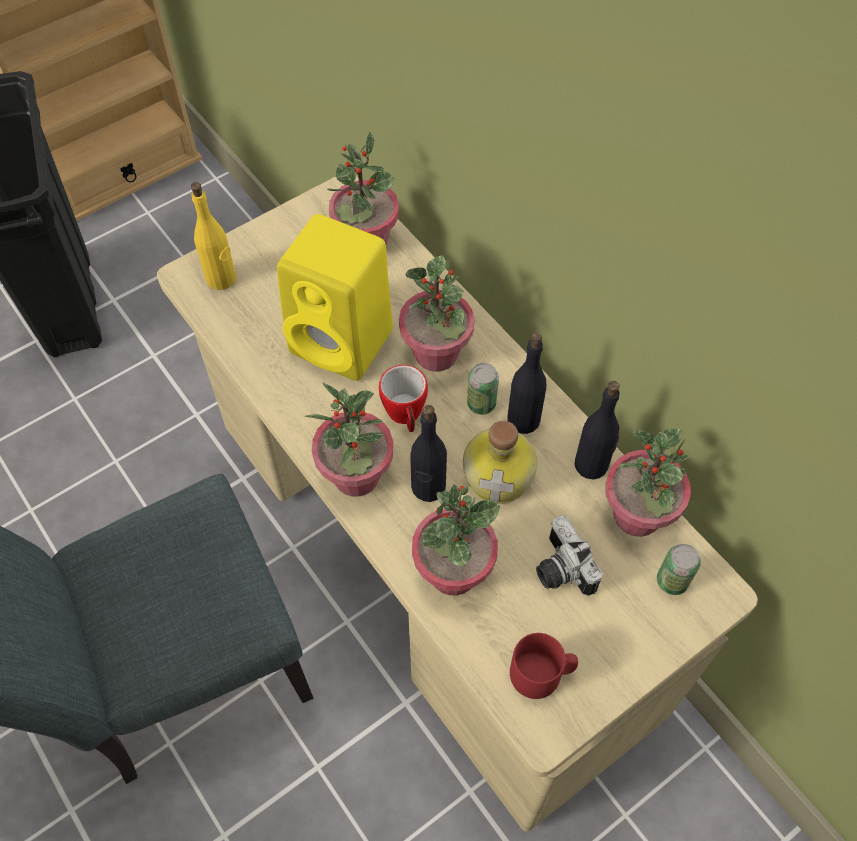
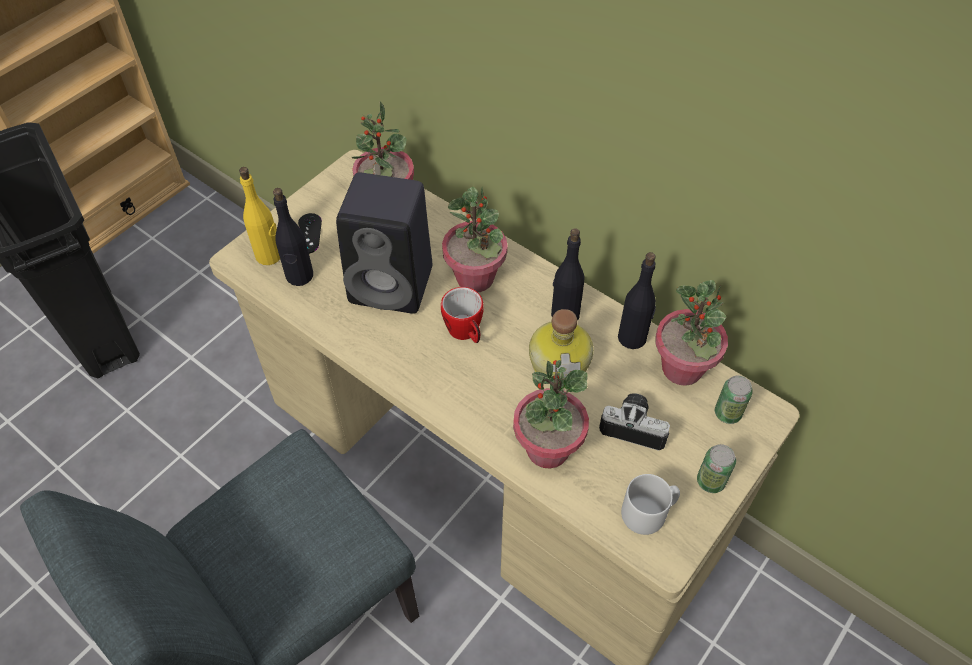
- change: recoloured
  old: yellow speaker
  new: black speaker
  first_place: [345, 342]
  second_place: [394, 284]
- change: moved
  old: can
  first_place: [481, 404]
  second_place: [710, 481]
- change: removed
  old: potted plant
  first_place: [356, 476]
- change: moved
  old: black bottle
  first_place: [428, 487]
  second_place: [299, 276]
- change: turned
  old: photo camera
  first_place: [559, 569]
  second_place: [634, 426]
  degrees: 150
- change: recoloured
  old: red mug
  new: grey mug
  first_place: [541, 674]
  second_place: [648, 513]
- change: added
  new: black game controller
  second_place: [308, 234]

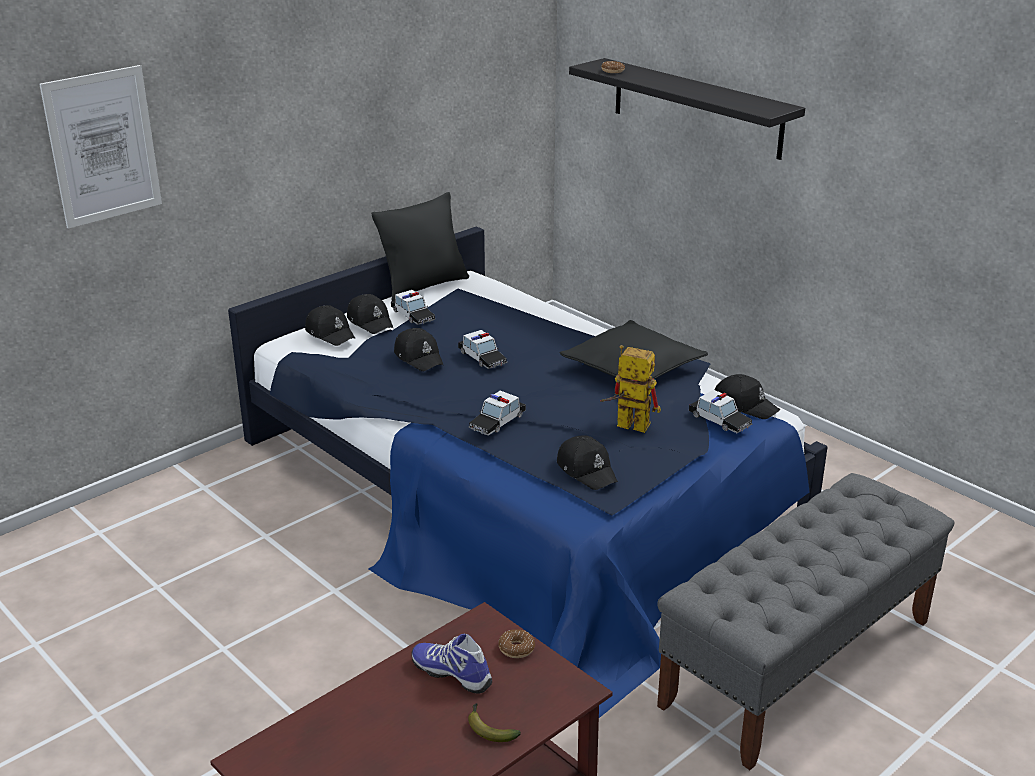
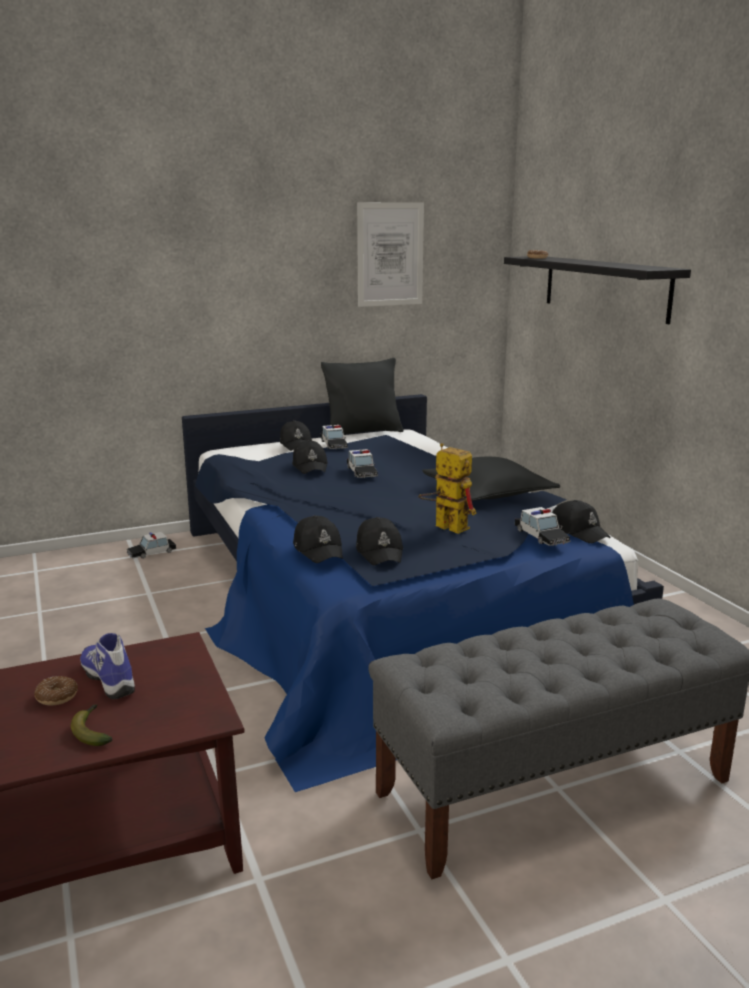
- change: moved
  old: picture
  first_place: [103, 146]
  second_place: [390, 254]
- change: moved
  old: black cap
  first_place: [330, 333]
  second_place: [319, 549]
- change: moved
  old: toy car
  first_place: [497, 422]
  second_place: [151, 553]
- change: moved
  old: donut
  first_place: [516, 648]
  second_place: [57, 697]

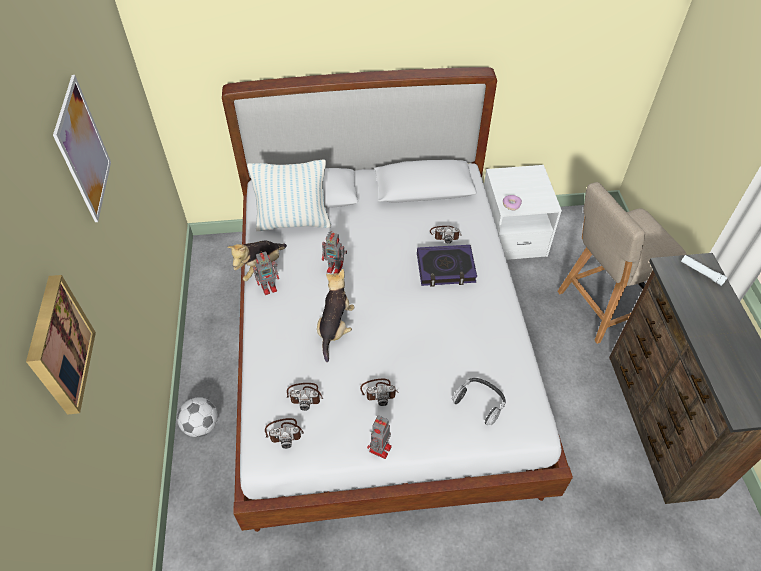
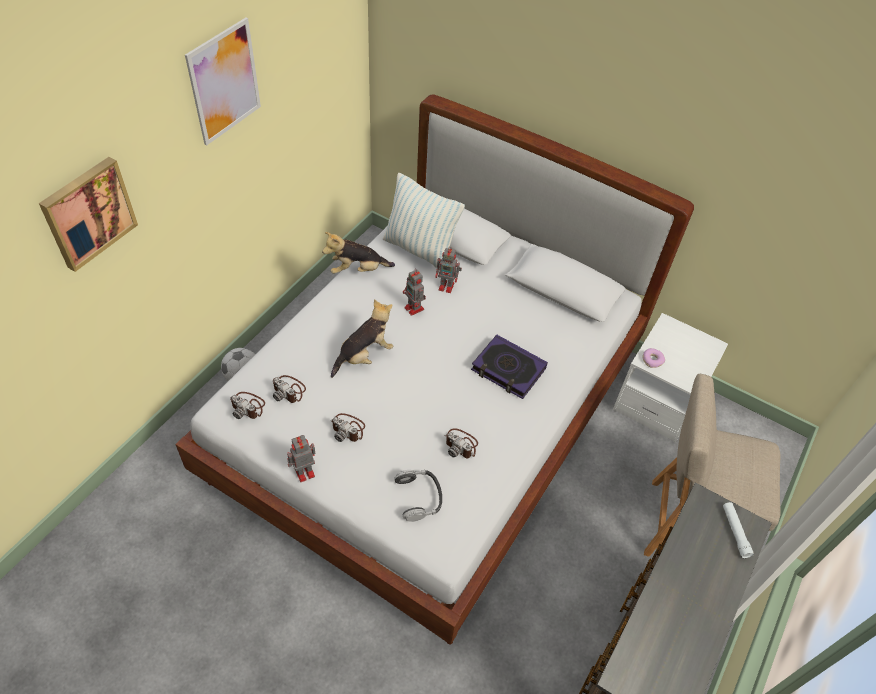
- change: moved
  old: photo camera
  first_place: [445, 234]
  second_place: [461, 445]
- change: moved
  old: toy robot
  first_place: [269, 287]
  second_place: [447, 286]

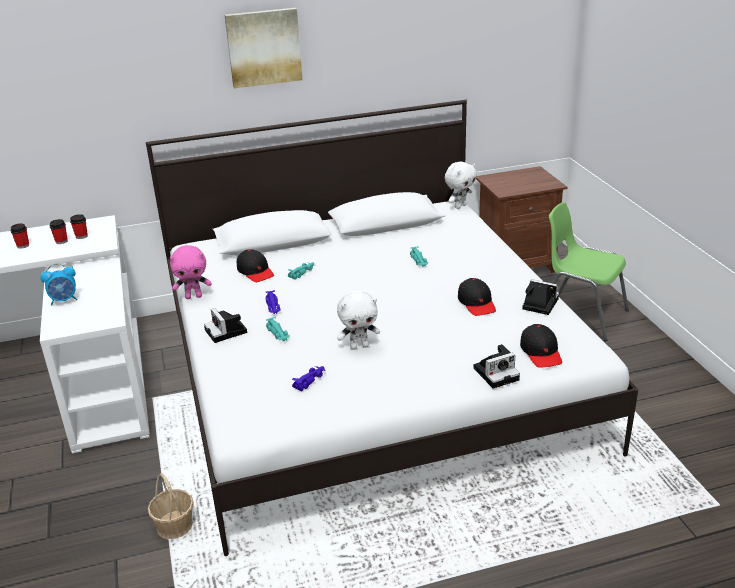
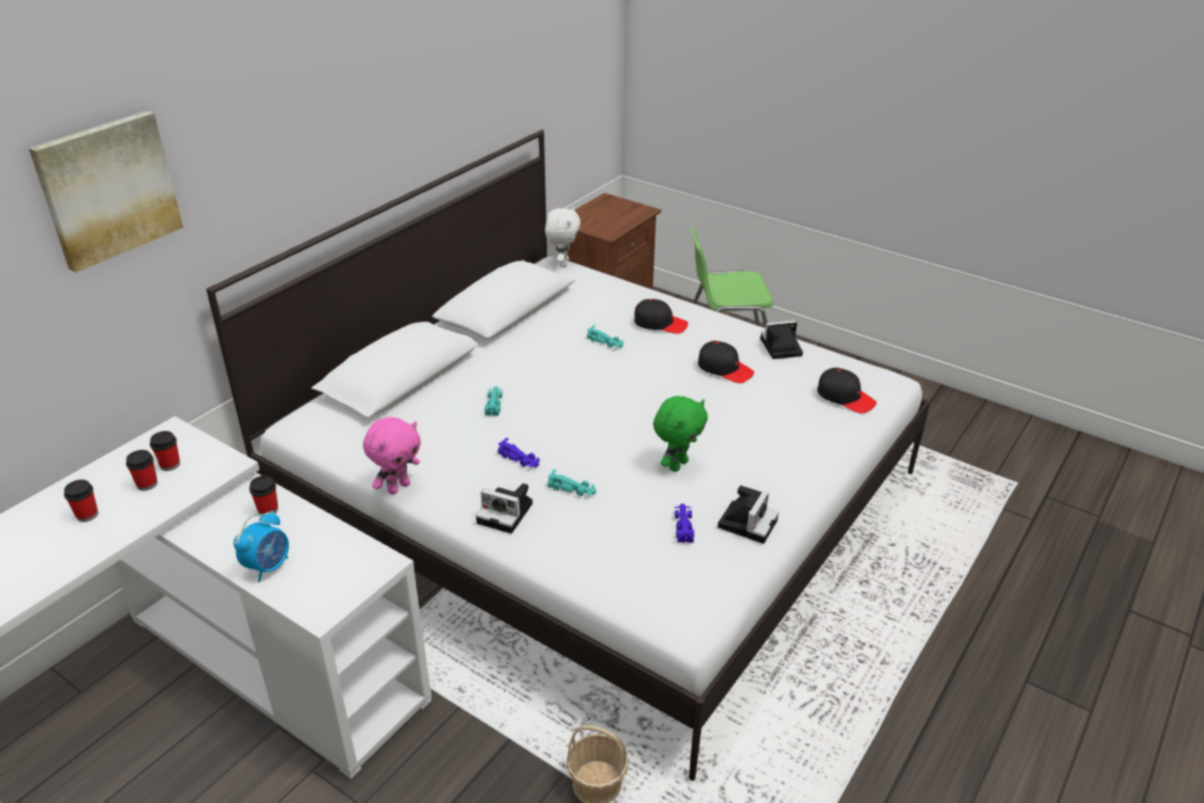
- change: moved
  old: picture
  first_place: [263, 47]
  second_place: [108, 189]
- change: moved
  old: black cap
  first_place: [255, 272]
  second_place: [660, 323]
- change: recoloured
  old: white plush toy
  new: green plush toy
  first_place: [359, 346]
  second_place: [677, 465]
- change: moved
  old: photo camera
  first_place: [497, 373]
  second_place: [747, 522]
- change: added
  new: cup
  second_place: [268, 510]

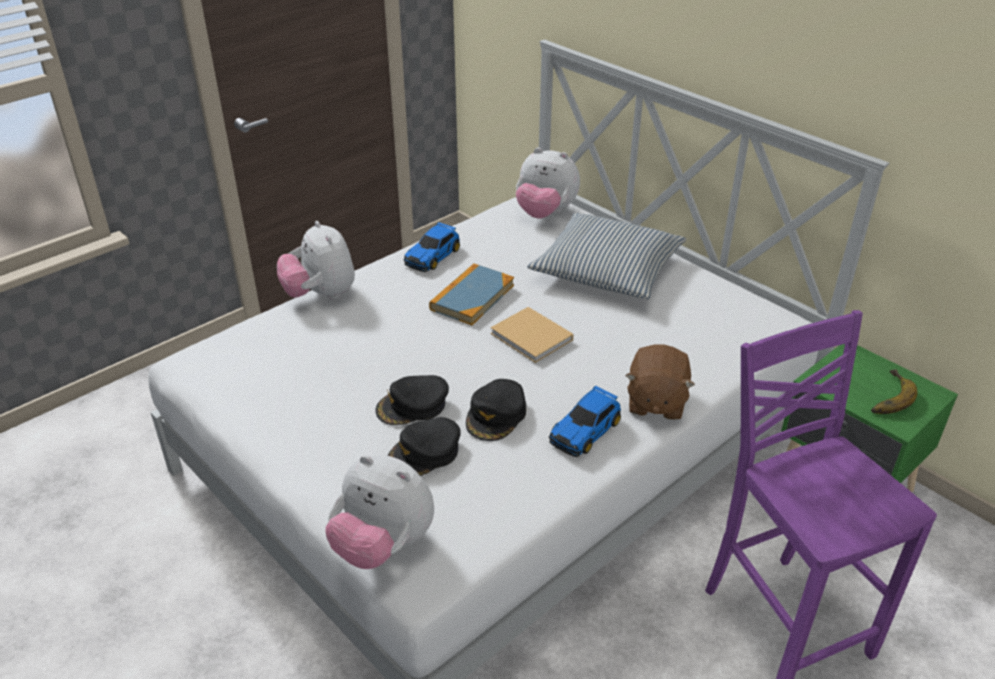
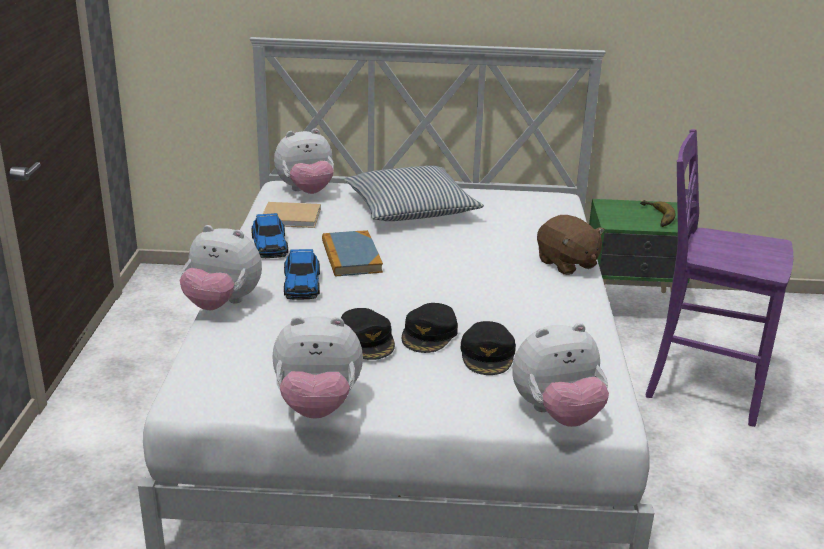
- change: moved
  old: beige book
  first_place: [533, 338]
  second_place: [293, 217]
- change: moved
  old: black cap
  first_place: [496, 415]
  second_place: [366, 340]
- change: moved
  old: toy car
  first_place: [586, 430]
  second_place: [302, 284]
- change: added
  new: plush toy
  second_place: [317, 406]

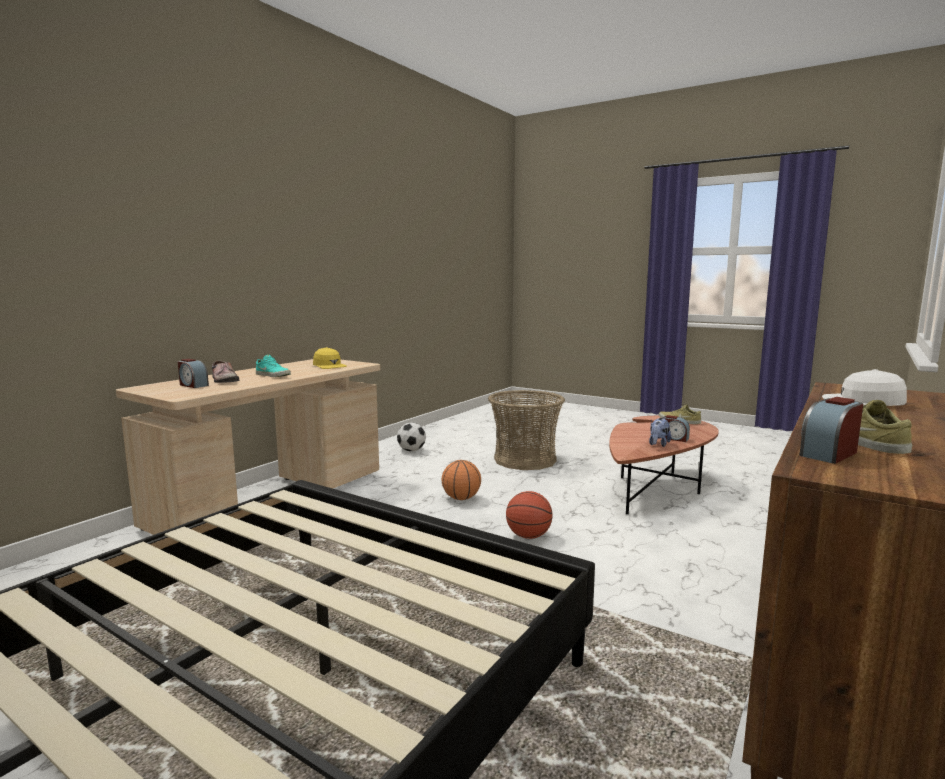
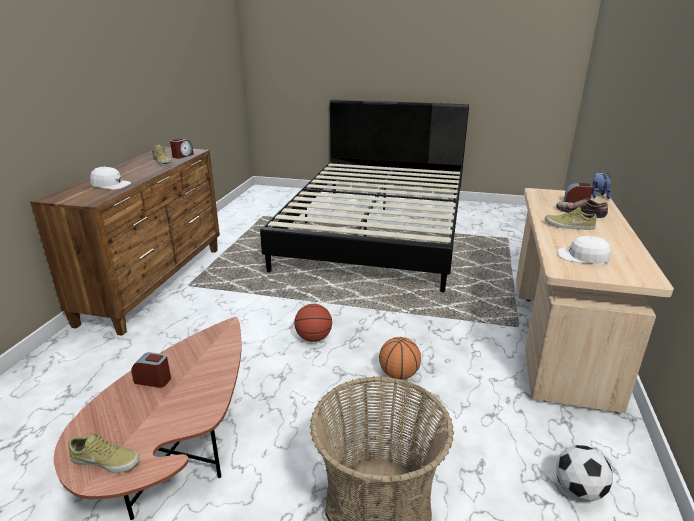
- change: recoloured
  old: yellow cap
  new: white cap
  first_place: [329, 366]
  second_place: [582, 257]
- change: recoloured
  old: turquoise shoe
  new: beige shoe
  first_place: [274, 375]
  second_place: [569, 226]
- change: moved
  old: plush toy
  first_place: [658, 444]
  second_place: [597, 196]

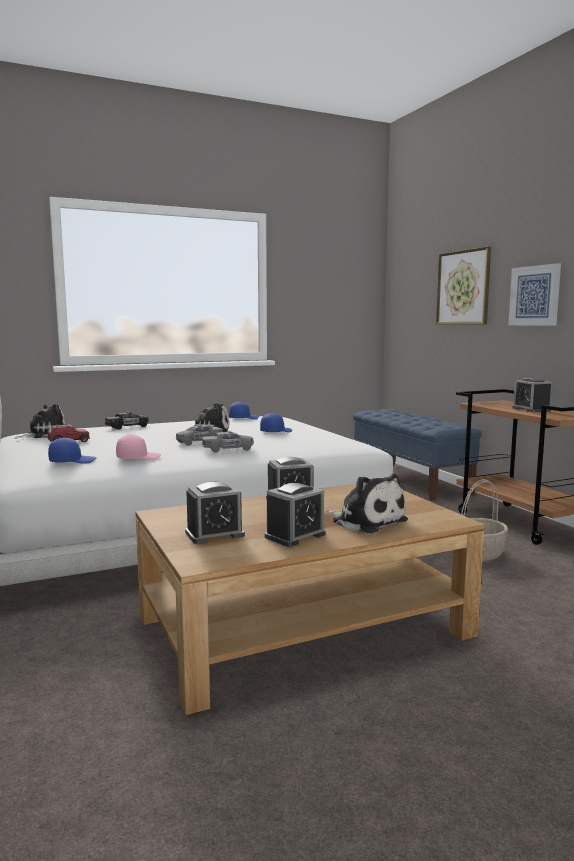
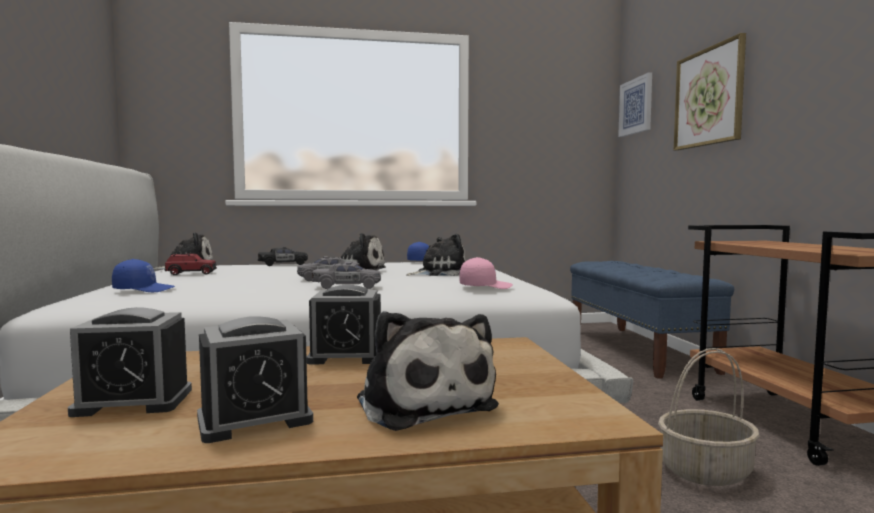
- change: moved
  old: picture
  first_place: [535, 295]
  second_place: [636, 106]
- change: removed
  old: alarm clock
  first_place: [531, 409]
- change: replaced
  old: blue cap
  new: plush toy
  first_place: [275, 432]
  second_place: [439, 273]
- change: moved
  old: pink cap
  first_place: [138, 458]
  second_place: [485, 287]

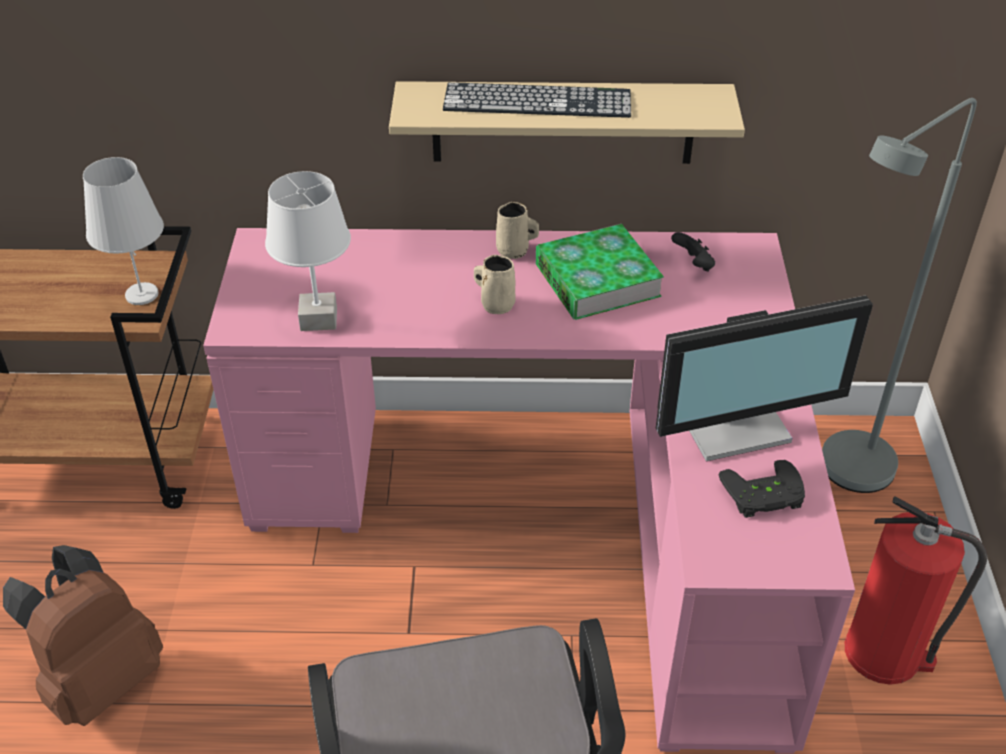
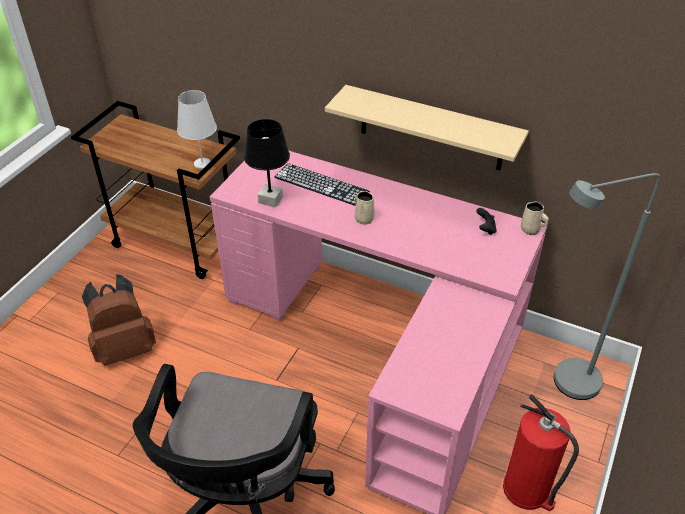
- change: moved
  old: keyboard
  first_place: [537, 101]
  second_place: [321, 184]
- change: recoloured
  old: white table lamp
  new: black table lamp
  first_place: [318, 320]
  second_place: [270, 200]
- change: moved
  old: beige mug
  first_place: [514, 251]
  second_place: [531, 230]
- change: removed
  old: book
  first_place: [597, 280]
- change: removed
  old: monitor
  first_place: [734, 423]
- change: removed
  old: black game controller
  first_place: [763, 496]

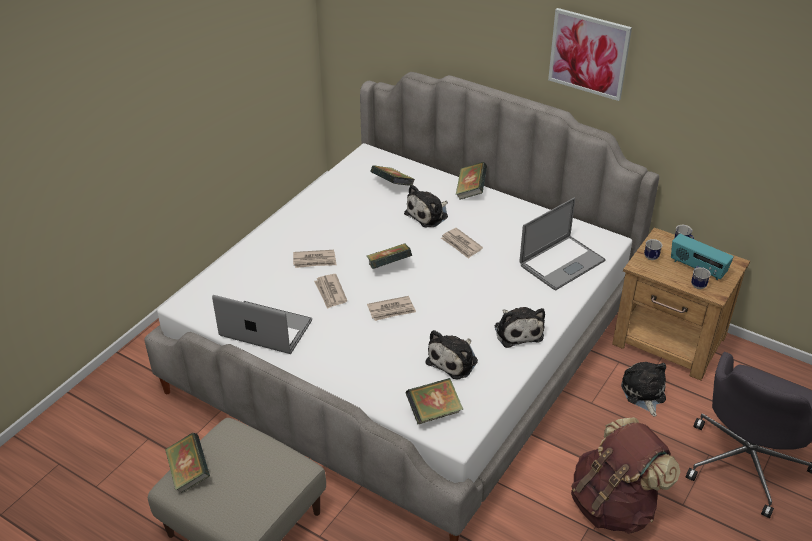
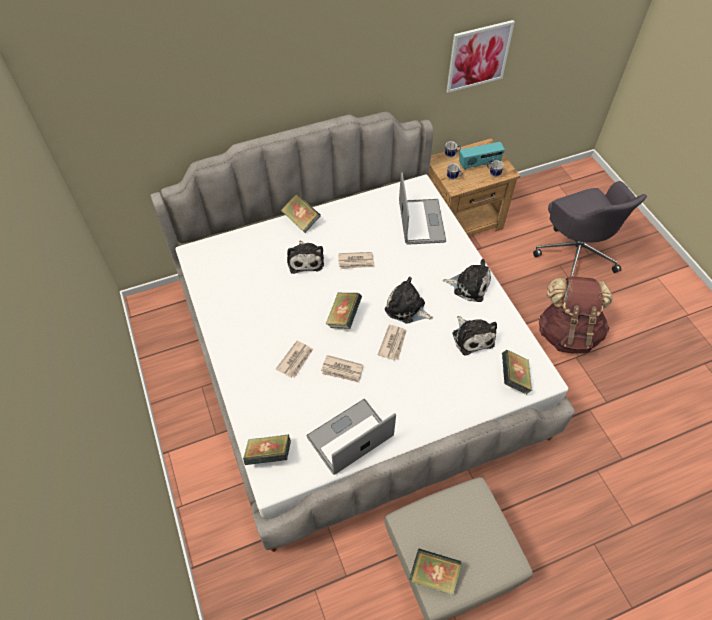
- change: moved
  old: picture
  first_place: [589, 54]
  second_place: [478, 56]
- change: moved
  old: book
  first_place: [392, 186]
  second_place: [268, 455]
- change: moved
  old: plush toy
  first_place: [643, 393]
  second_place: [407, 308]

